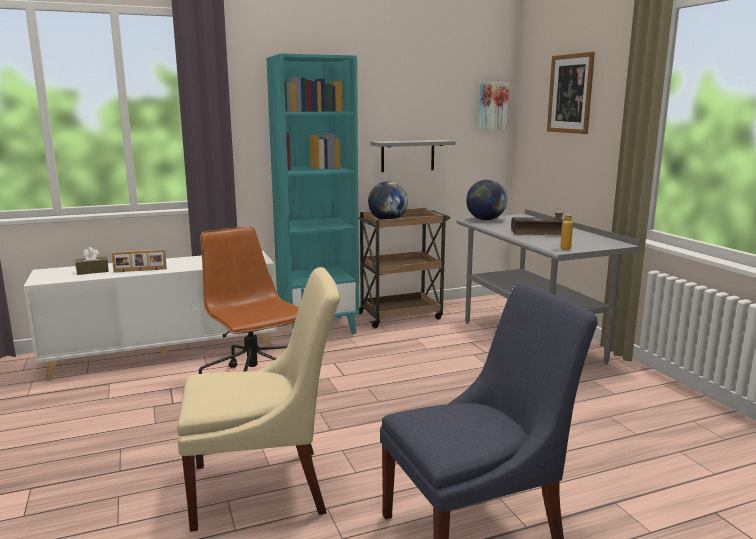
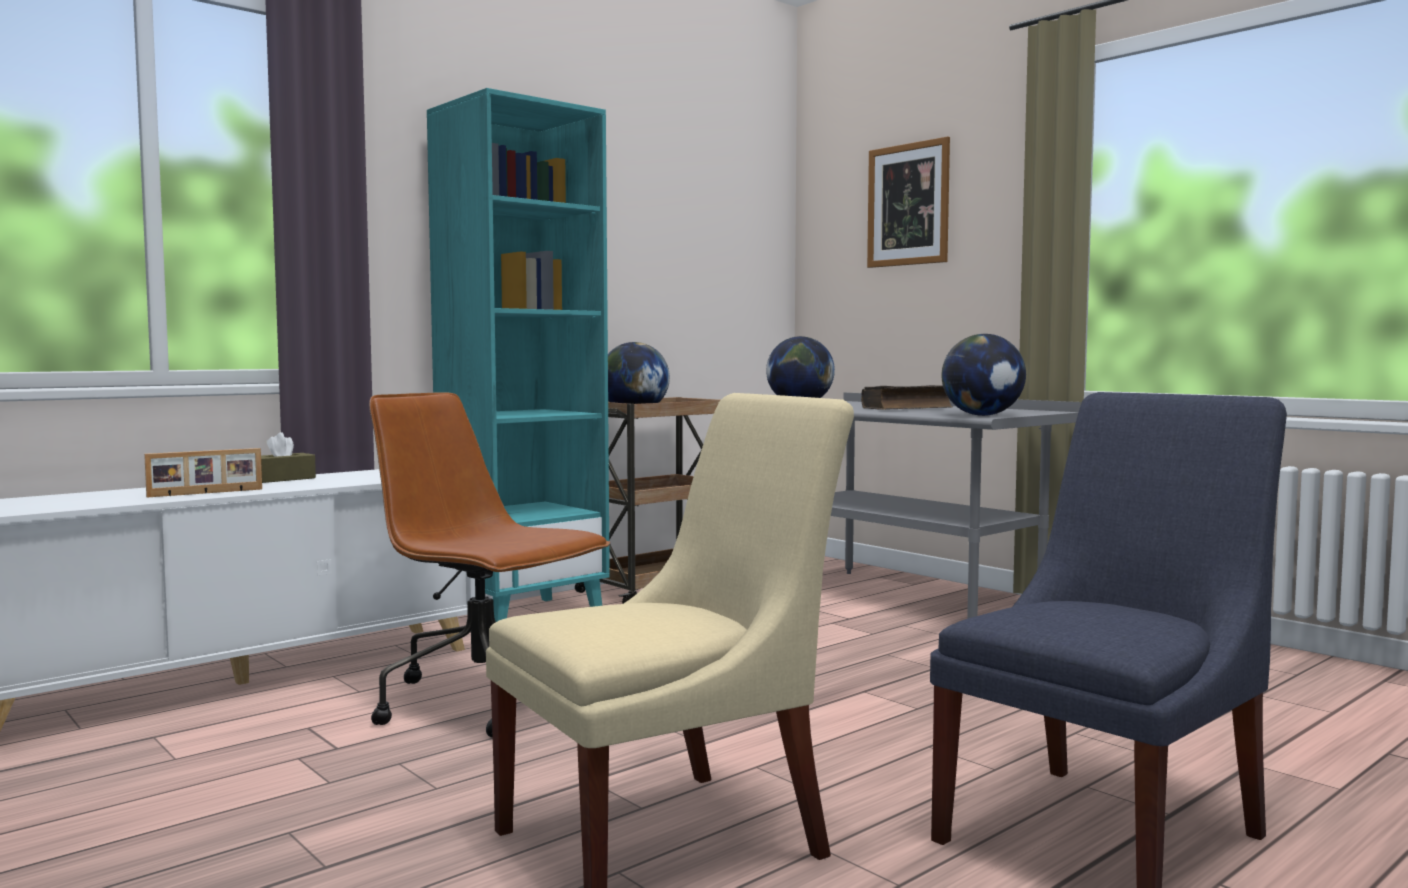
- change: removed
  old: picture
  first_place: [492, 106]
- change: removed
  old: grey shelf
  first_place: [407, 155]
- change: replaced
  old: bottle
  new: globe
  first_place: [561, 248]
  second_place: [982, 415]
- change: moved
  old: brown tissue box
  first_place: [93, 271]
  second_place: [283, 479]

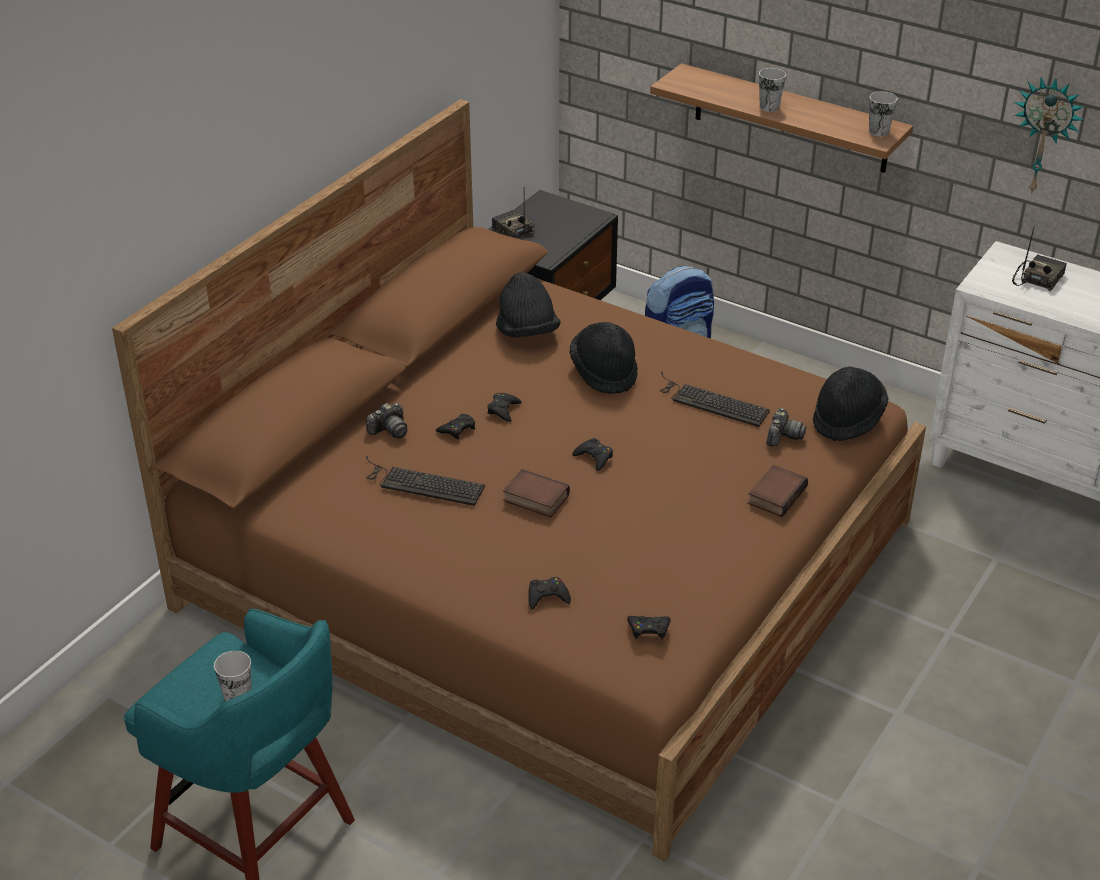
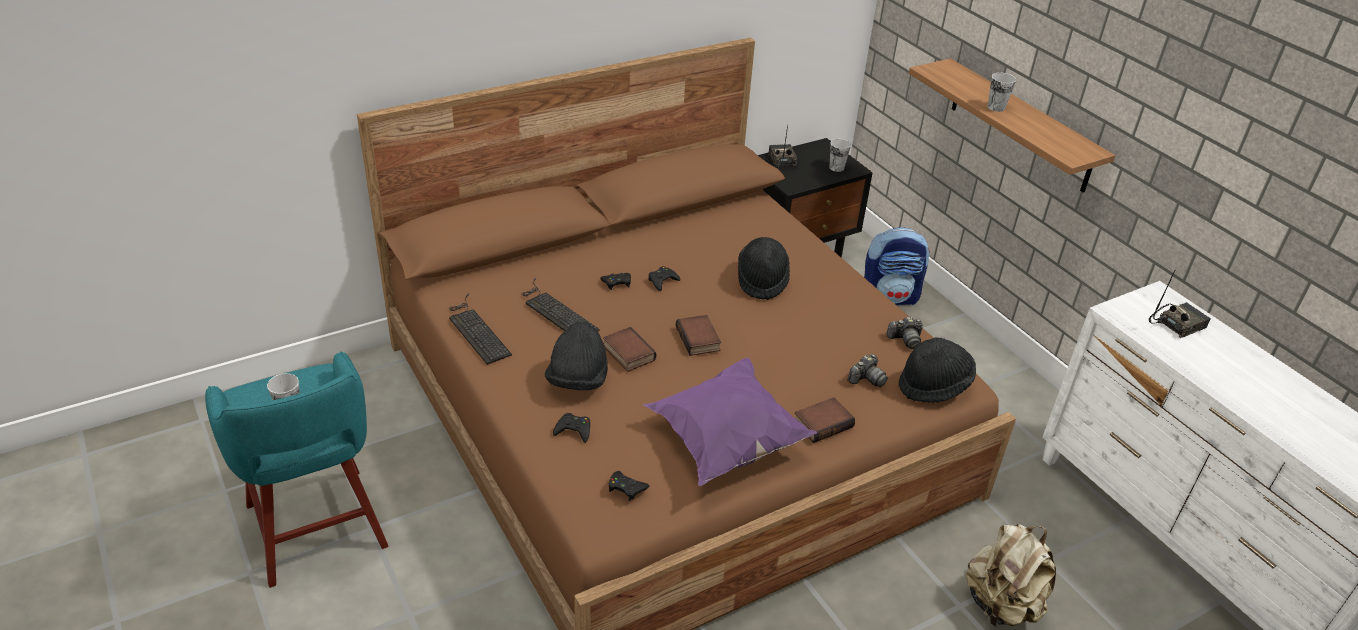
- change: removed
  old: wall clock
  first_place: [1045, 135]
- change: moved
  old: cup
  first_place: [878, 131]
  second_place: [836, 168]
- change: moved
  old: black hat
  first_place: [527, 332]
  second_place: [578, 380]
- change: moved
  old: keyboard
  first_place: [710, 401]
  second_place: [476, 330]
- change: moved
  old: photo camera
  first_place: [389, 430]
  second_place: [905, 340]
- change: replaced
  old: black game controller
  new: book
  first_place: [594, 457]
  second_place: [699, 339]
- change: added
  new: purple pillow
  second_place: [725, 443]
- change: added
  new: beige backpack
  second_place: [1002, 605]

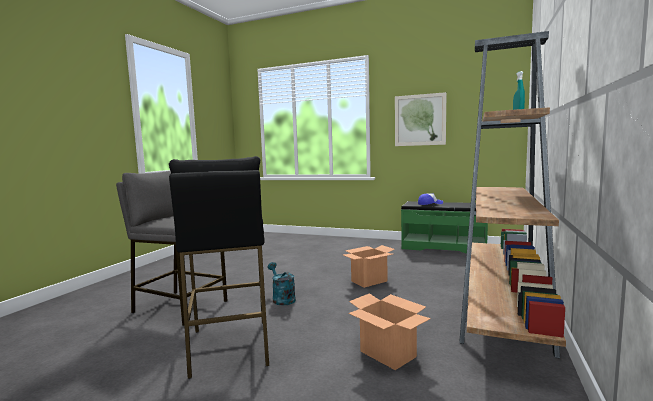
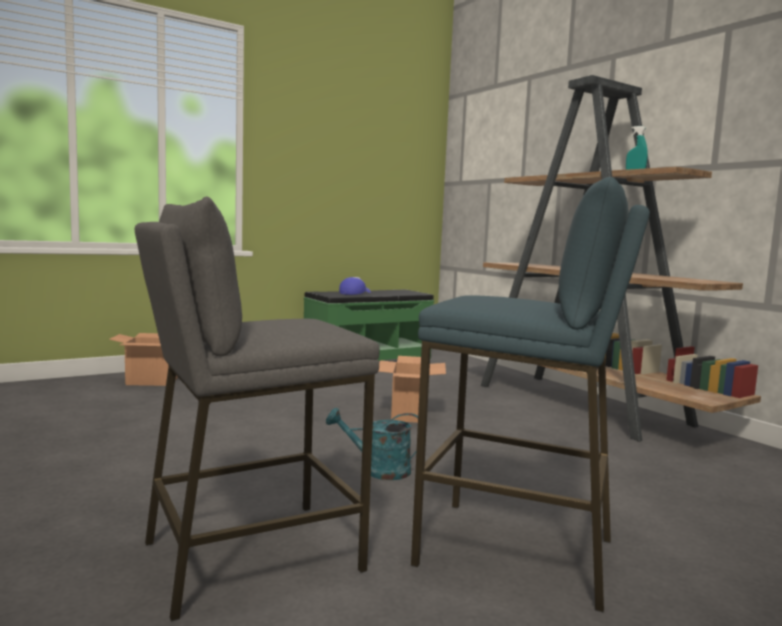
- change: removed
  old: picture
  first_place: [420, 120]
- change: recoloured
  old: black stool
  new: blue stool
  first_place: [229, 347]
  second_place: [517, 552]
- change: moved
  old: cardboard box
  first_place: [388, 354]
  second_place: [152, 381]

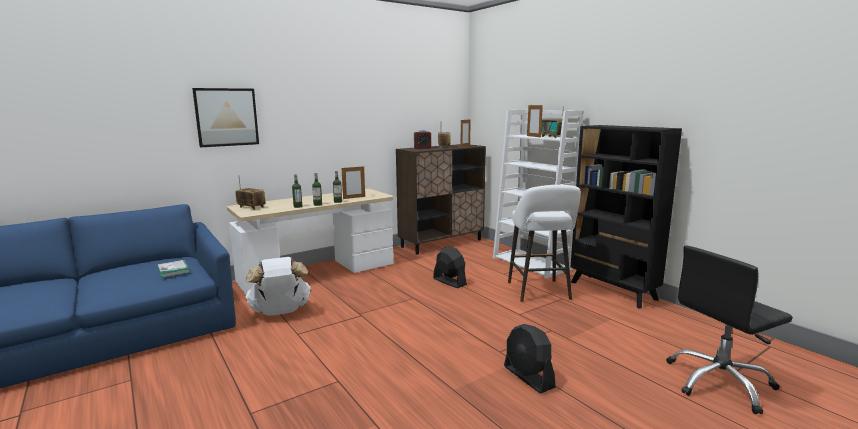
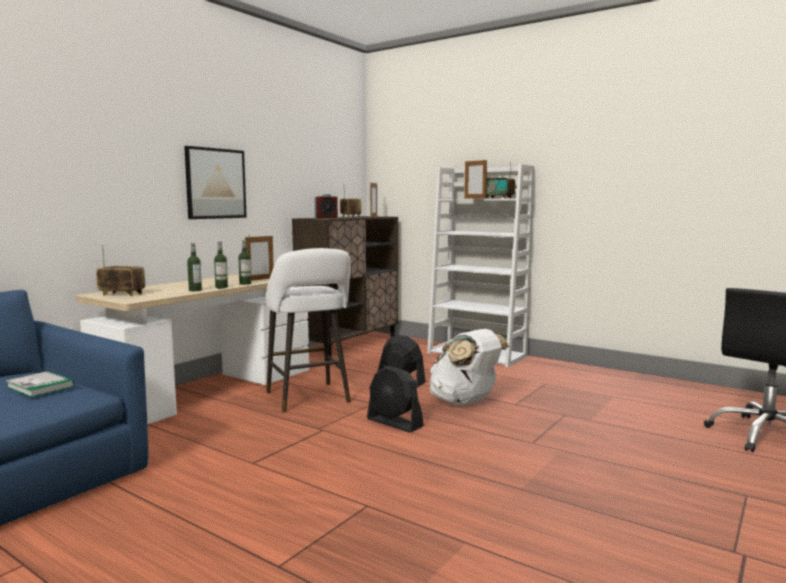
- change: moved
  old: picture
  first_place: [226, 117]
  second_place: [215, 183]
- change: removed
  old: black bookcase
  first_place: [613, 291]
- change: moved
  old: white stool
  first_place: [539, 292]
  second_place: [309, 399]
- change: moved
  old: white backpack
  first_place: [280, 312]
  second_place: [465, 402]
- change: moved
  old: black fan
  first_place: [528, 377]
  second_place: [394, 423]

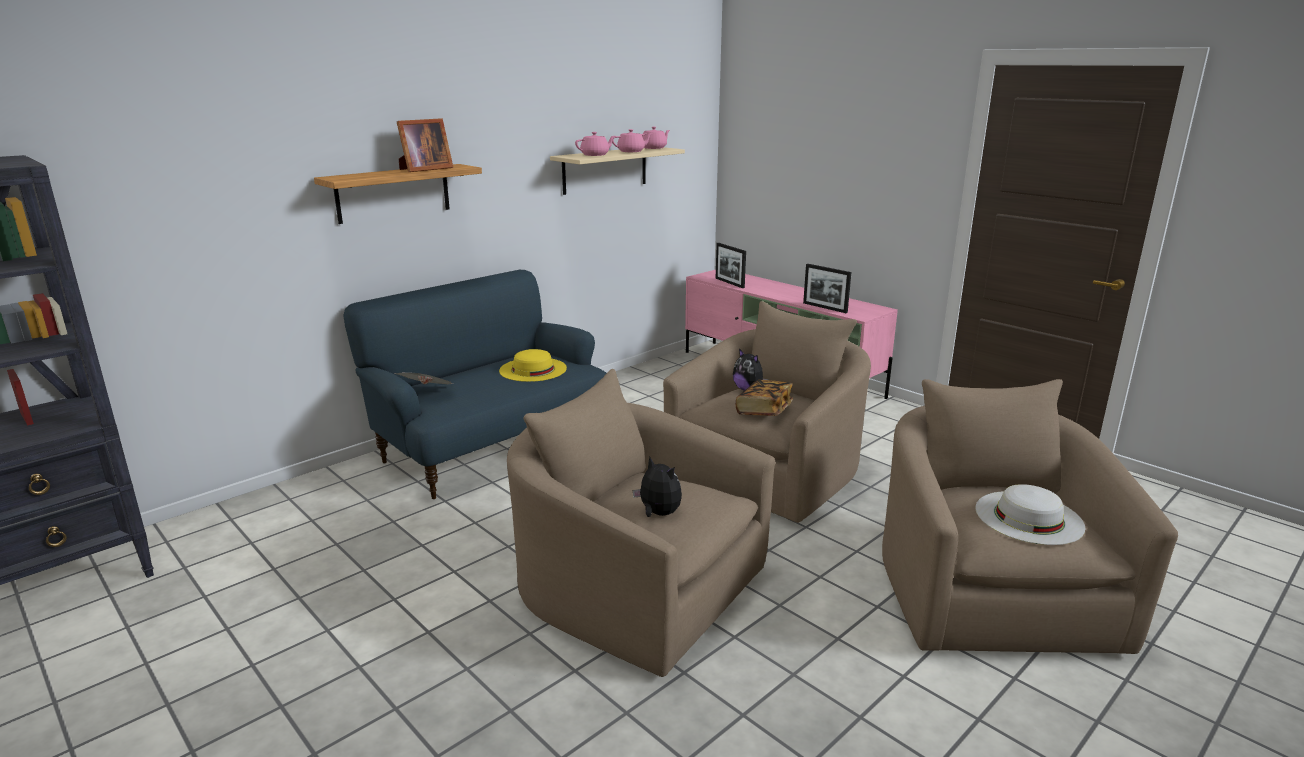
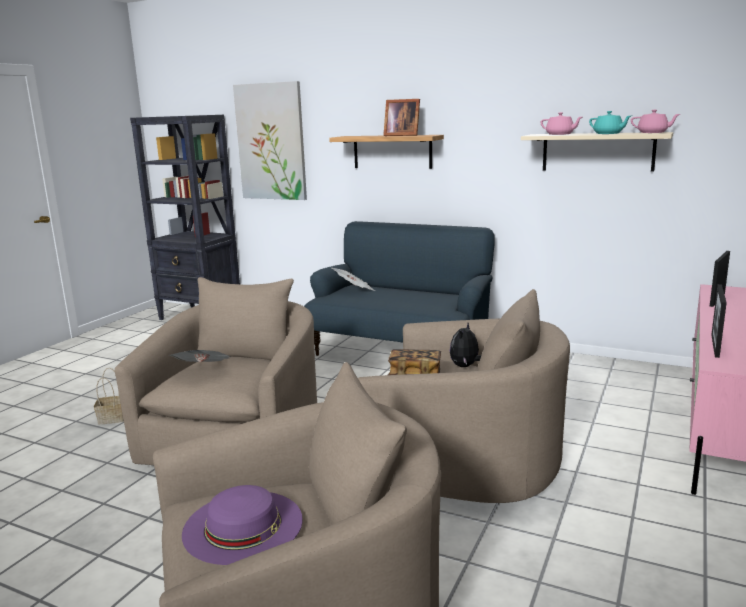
- change: recoloured
  old: pink teapot
  new: turquoise teapot
  first_place: [631, 151]
  second_place: [608, 133]
- change: removed
  old: yellow hat
  first_place: [533, 369]
- change: replaced
  old: plush toy
  new: newspaper
  first_place: [658, 514]
  second_place: [203, 372]
- change: recoloured
  old: white hat
  new: purple hat
  first_place: [1028, 517]
  second_place: [243, 526]
- change: added
  new: picture
  second_place: [271, 142]
- change: added
  new: basket
  second_place: [114, 418]

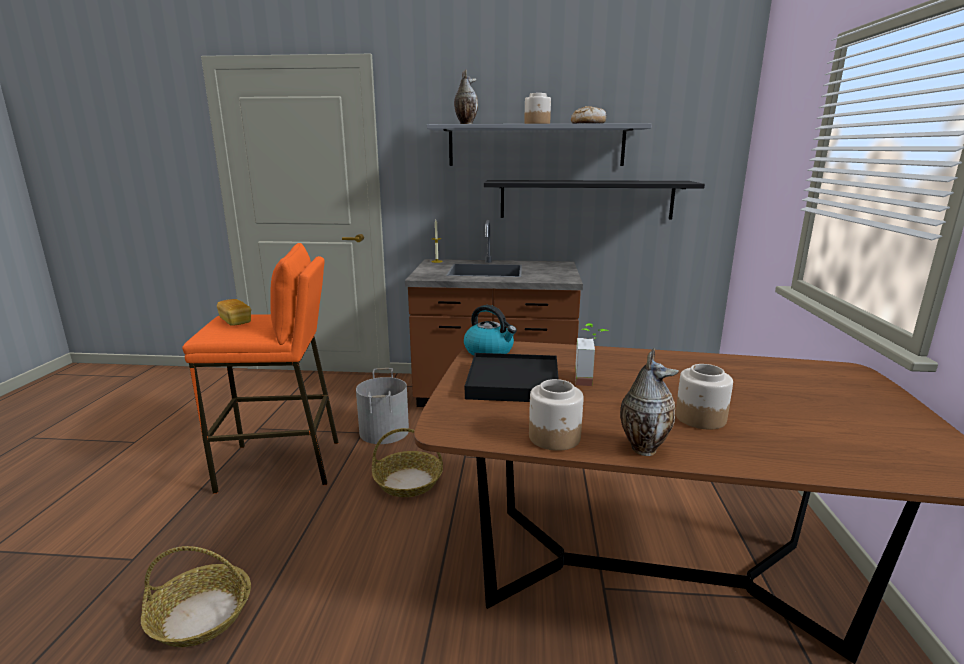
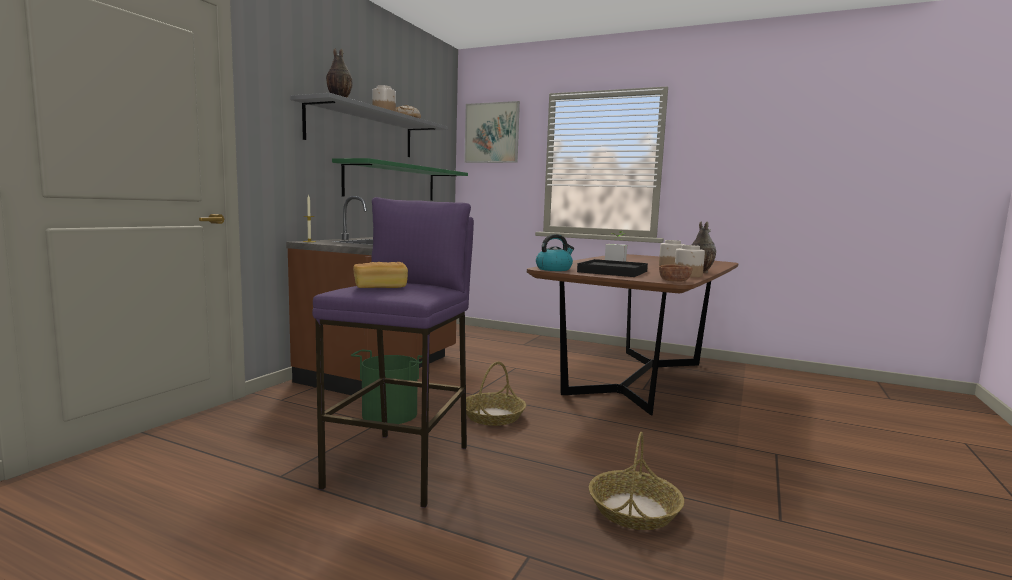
- change: recoloured
  old: black shelf
  new: green shelf
  first_place: [586, 199]
  second_place: [392, 182]
- change: recoloured
  old: orange stool
  new: purple stool
  first_place: [281, 465]
  second_place: [401, 466]
- change: recoloured
  old: grey bucket
  new: green bucket
  first_place: [385, 431]
  second_place: [390, 414]
- change: added
  new: picture
  second_place: [492, 133]
- change: added
  new: brown bowl
  second_place: [674, 281]

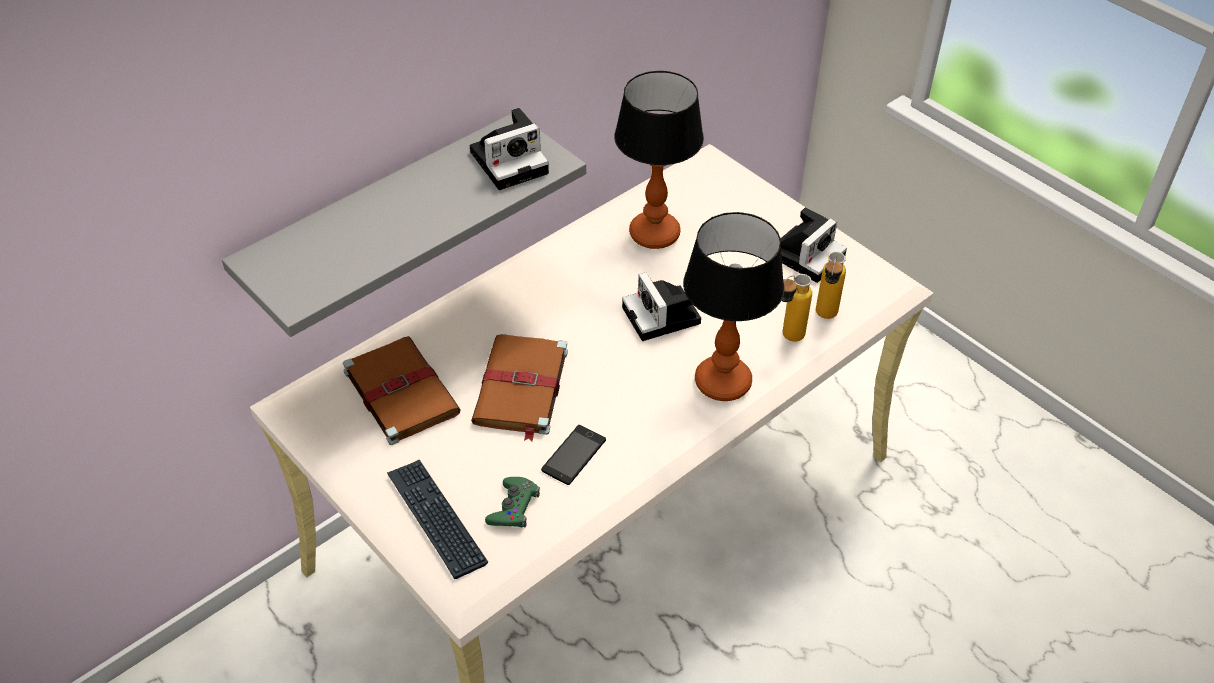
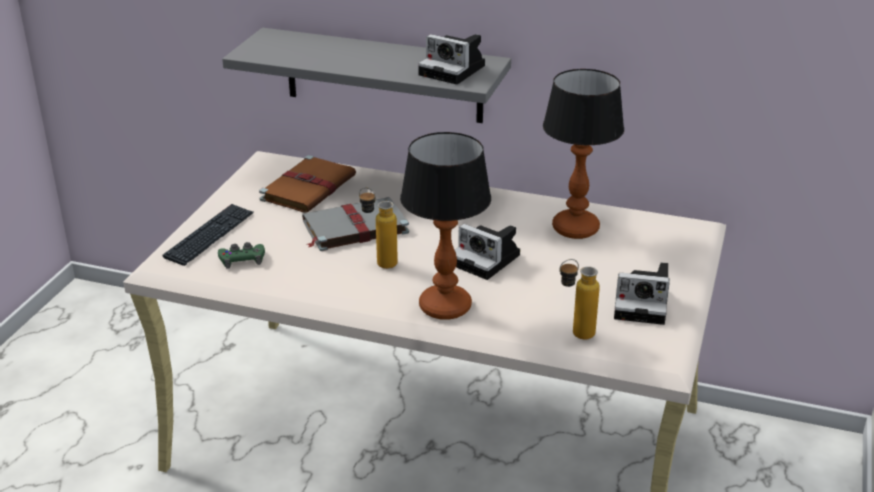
- change: turned
  old: photo camera
  first_place: [663, 317]
  second_place: [487, 260]
  degrees: -90
- change: moved
  old: bottle
  first_place: [786, 339]
  second_place: [379, 262]
- change: recoloured
  old: brown book
  new: grey book
  first_place: [521, 389]
  second_place: [353, 227]
- change: removed
  old: phone
  first_place: [574, 455]

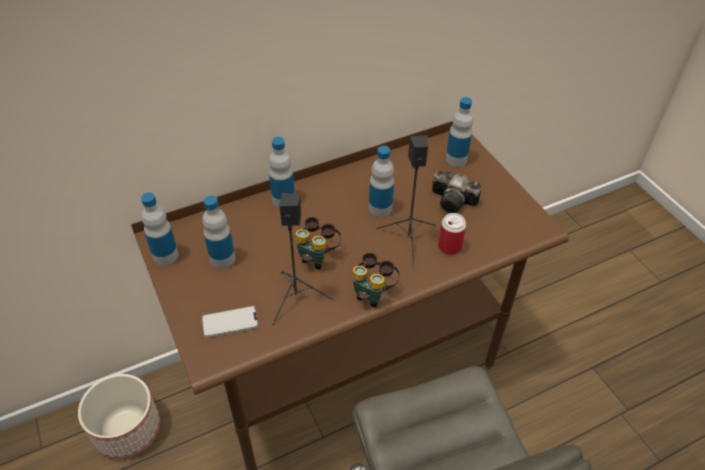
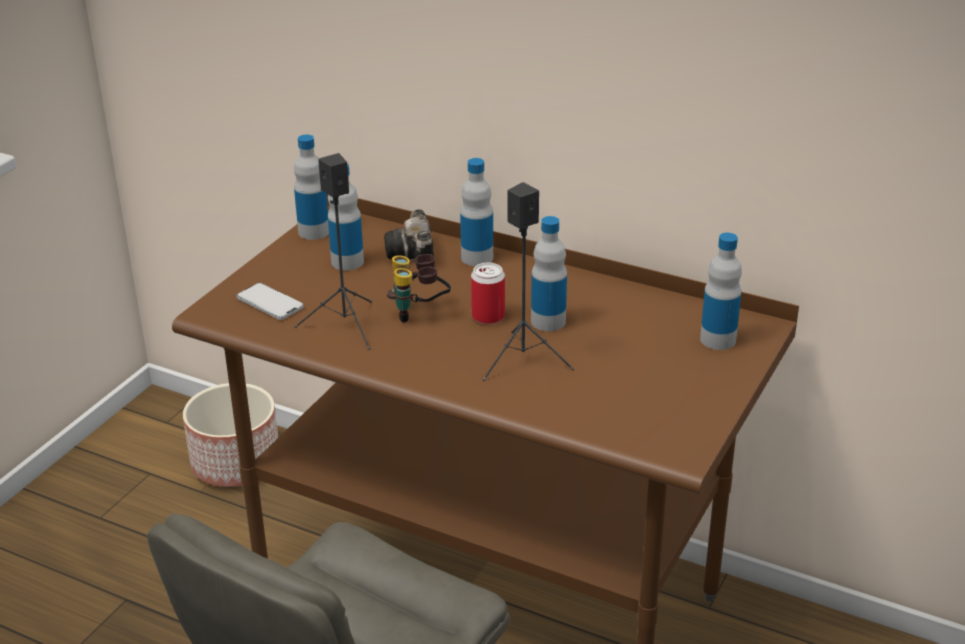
- change: moved
  old: photo camera
  first_place: [455, 201]
  second_place: [413, 256]
- change: moved
  old: can
  first_place: [449, 247]
  second_place: [488, 316]
- change: removed
  old: binoculars
  first_place: [373, 293]

